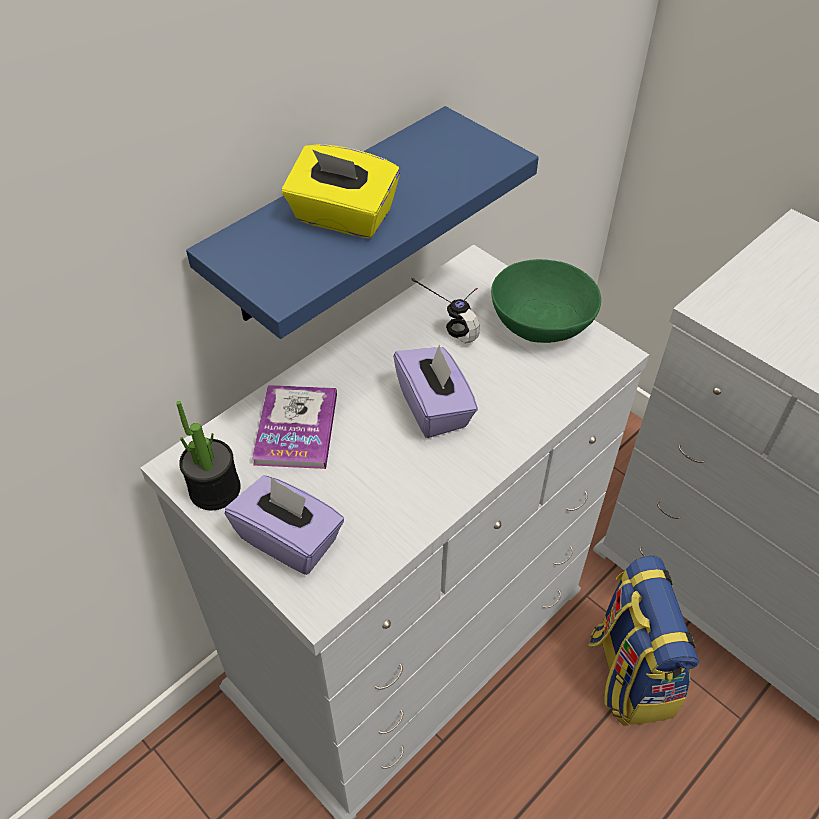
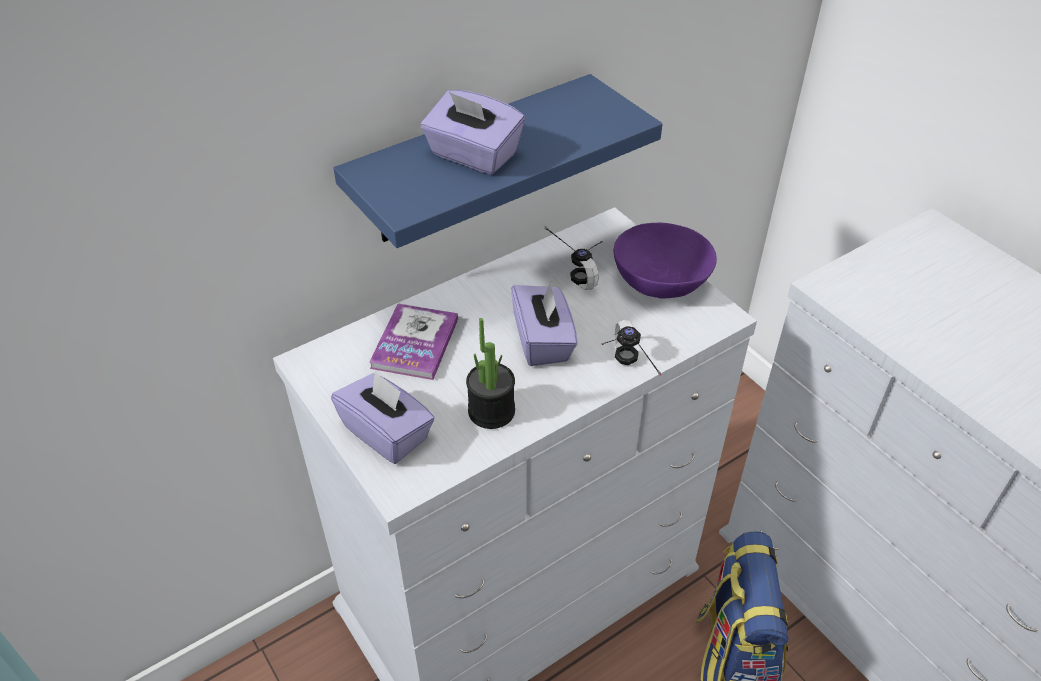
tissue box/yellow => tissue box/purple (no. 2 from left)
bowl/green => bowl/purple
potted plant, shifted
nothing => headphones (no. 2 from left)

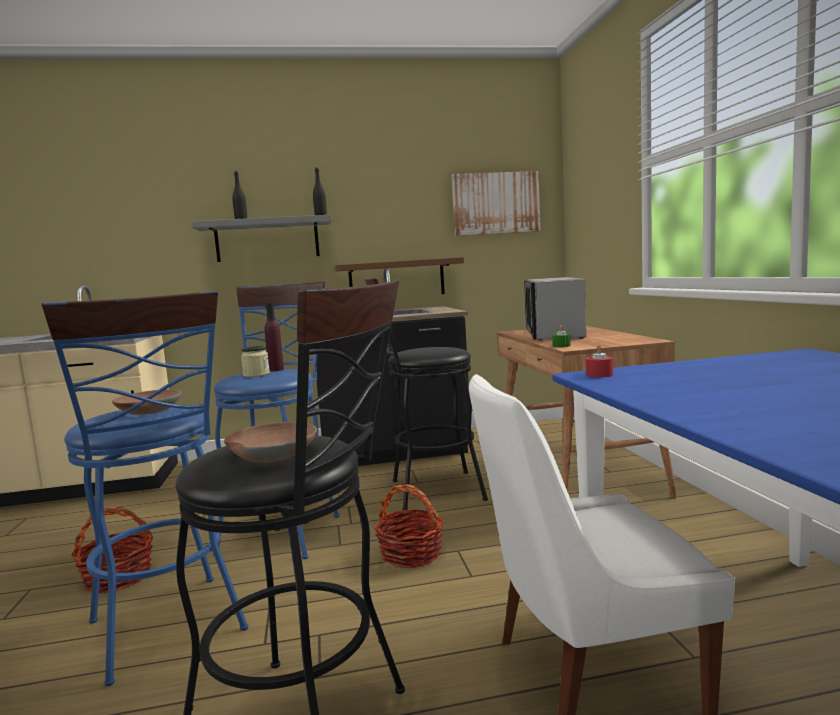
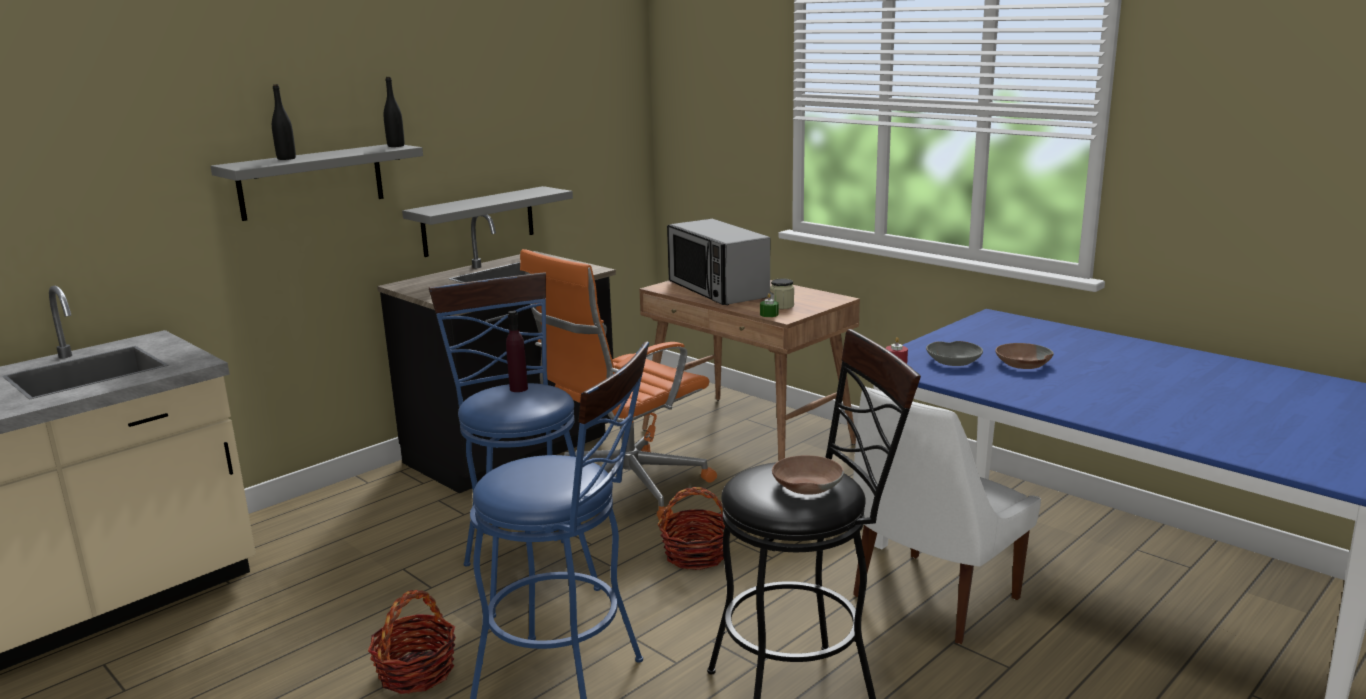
picture => nothing
shelf/brown => shelf/grey (no. 2 from left)
stool/black (no. 2 from left) => office chair/orange
jar, shifted
bowl/brown (no. 1 from left in the first image) => bowl/brown (no. 2 from left), shifted
nothing => bowl/grey

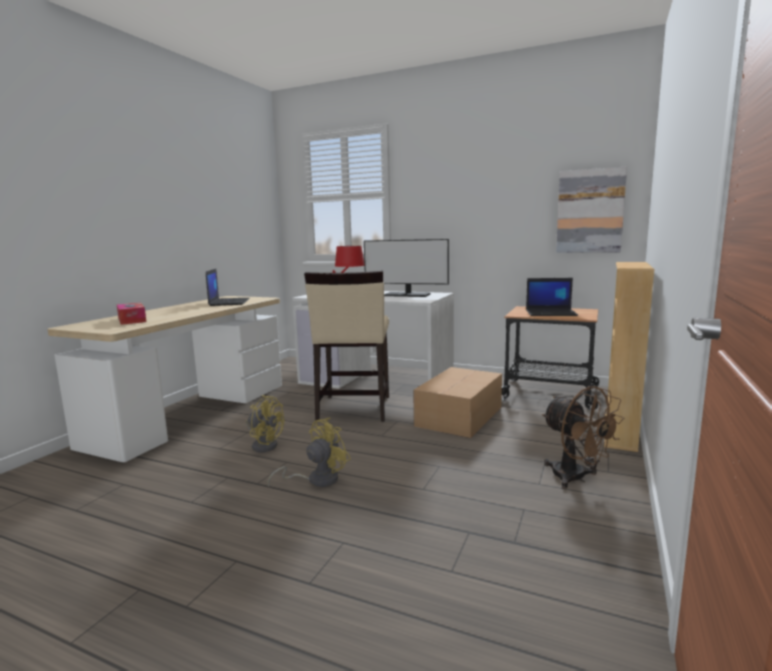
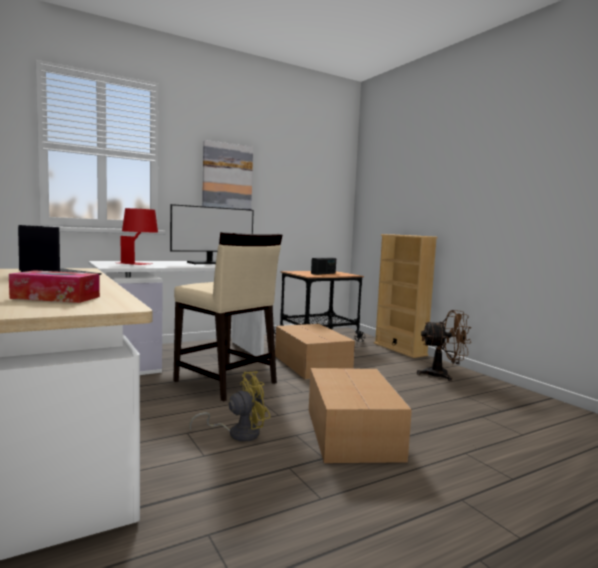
picture, shifted
laptop (no. 2 from left) => radio
fan/yellow (no. 2 from left) => cardboard box (no. 2 from left)

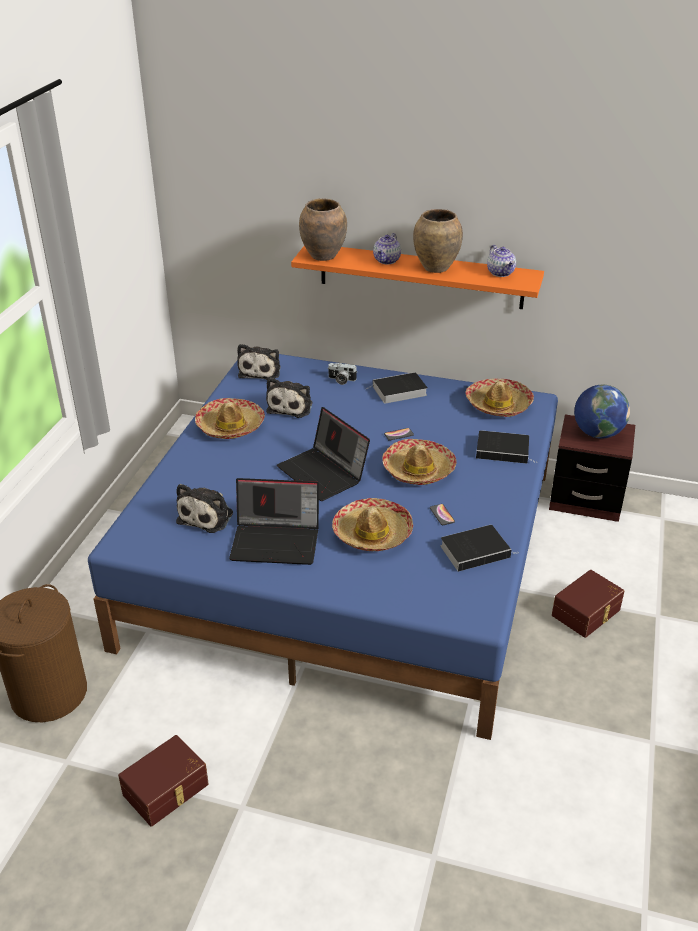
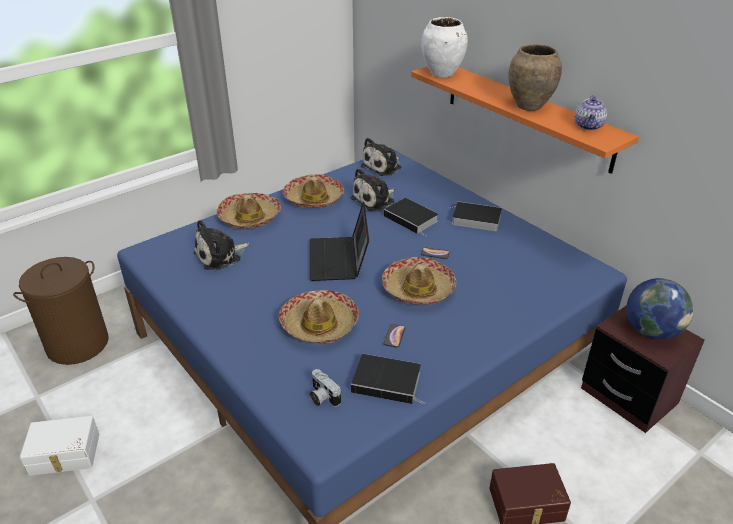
vase/brown (no. 1 from left) => vase/white
teapot (no. 1 from left) => nothing
photo camera, shifted
hat (no. 4 from left in the first image) => hat (no. 1 from left), shifted
book (no. 3 from left in the first image) => book (no. 2 from left), shifted
laptop (no. 1 from left) => nothing
storage box/brown (no. 1 from left) => storage box/white

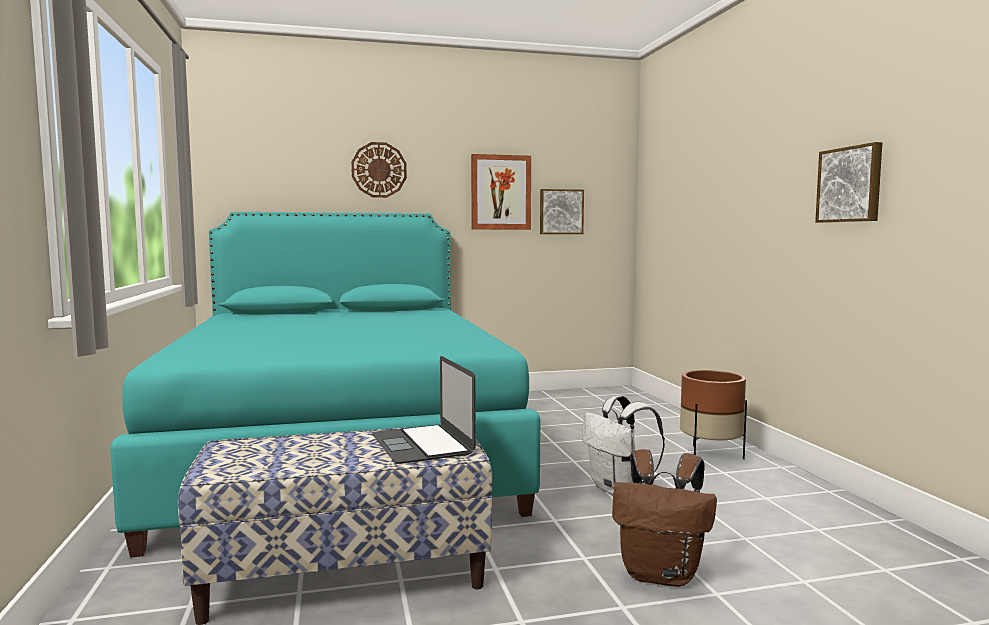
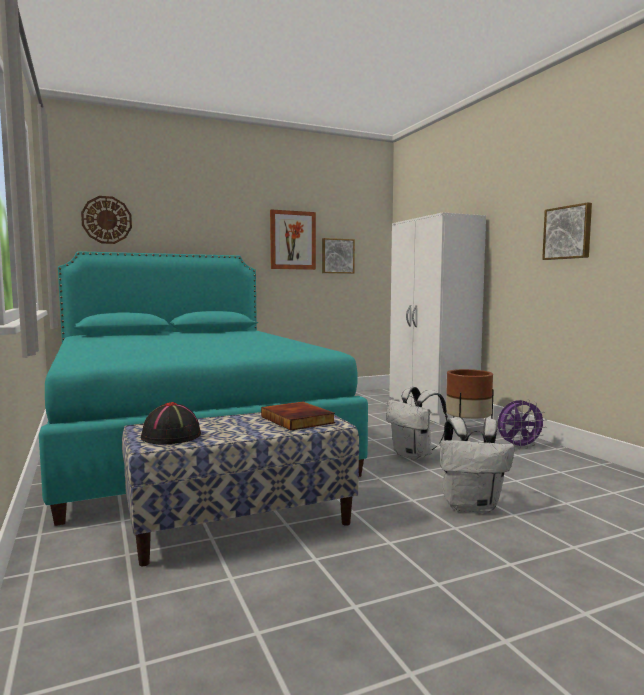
wall clock, shifted
laptop => book
backpack/brown => backpack/white (no. 2 from left)
nothing => wardrobe/white
nothing => fan/purple
nothing => hat/black

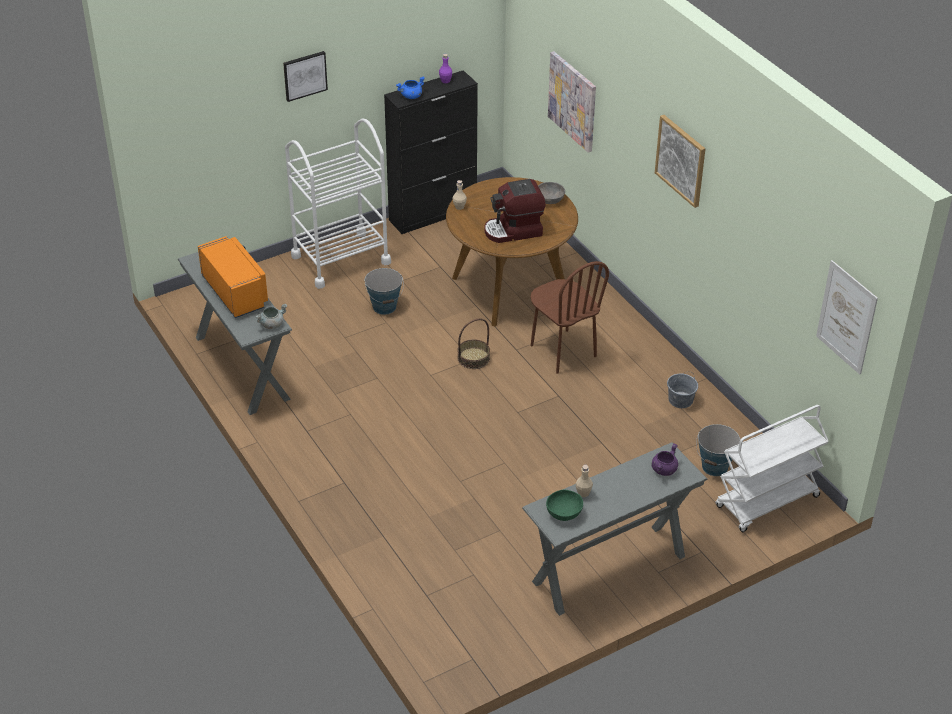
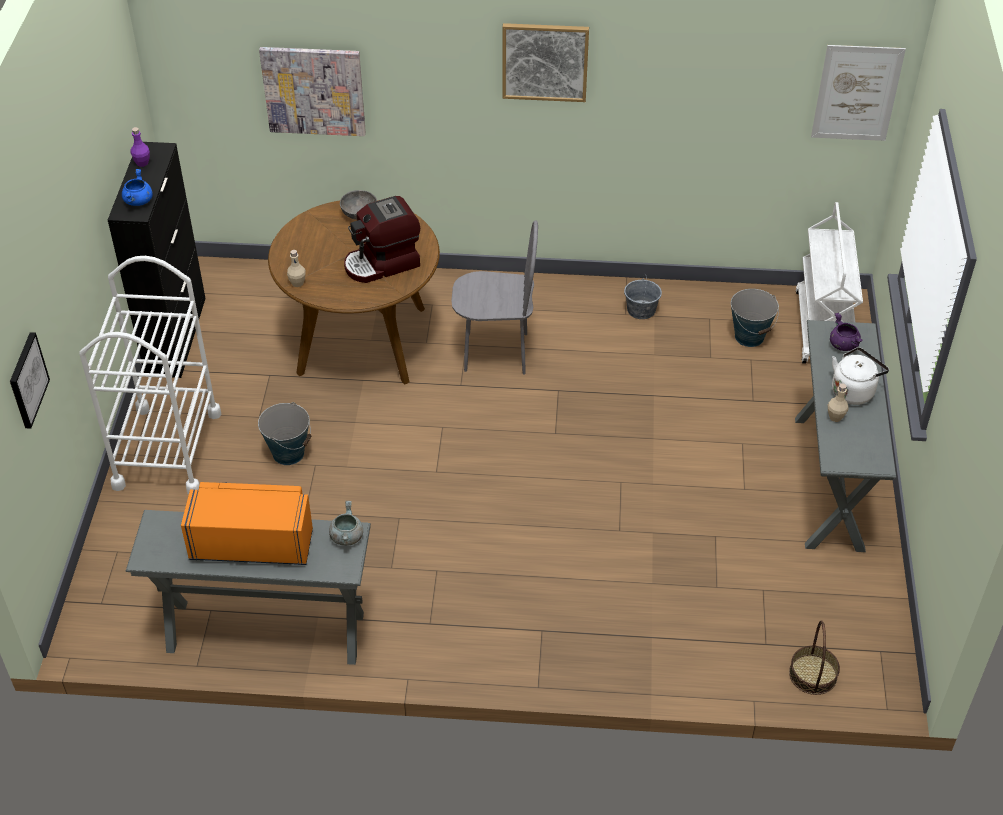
picture (no. 1 from left), shifted
coffee machine, 45 degrees clockwise
chair/brown => chair/grey
basket, shifted
bowl/green => nothing
nothing => kettle/white

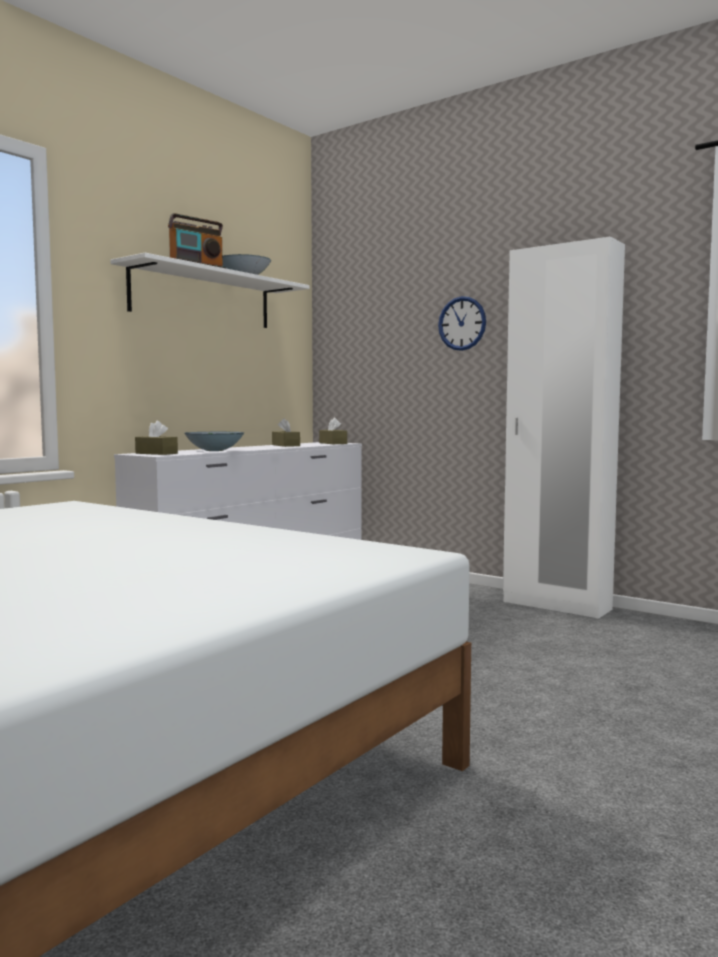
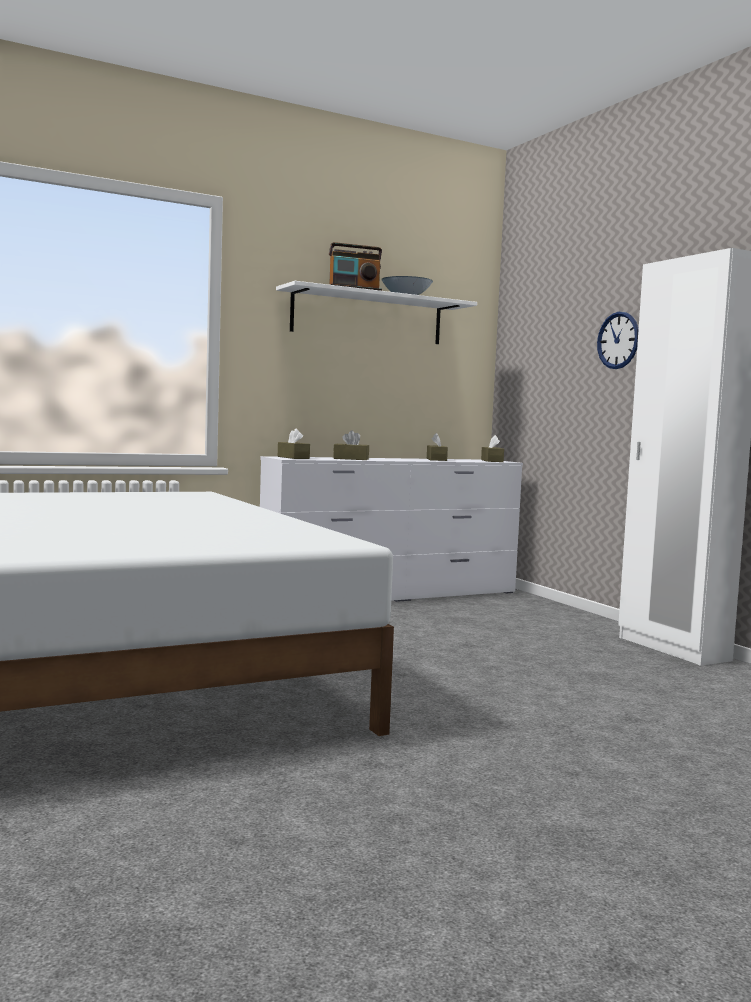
bowl (no. 1 from left) => tissue box/brown (no. 2 from left)

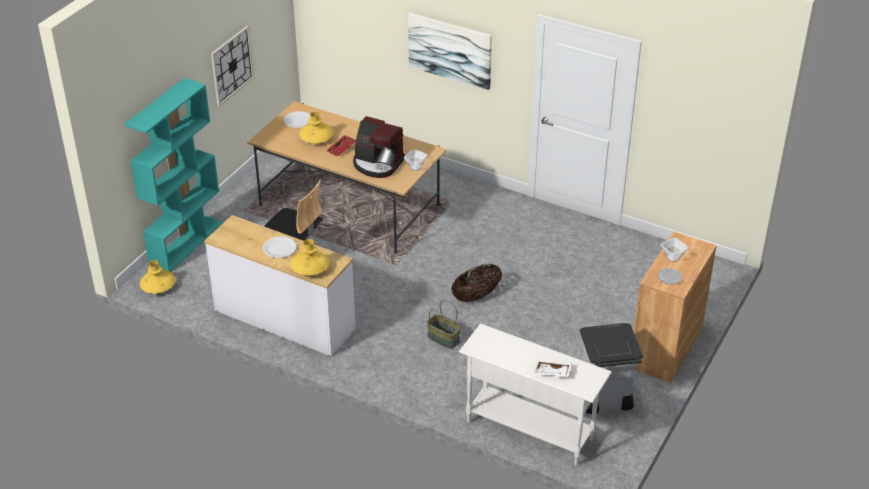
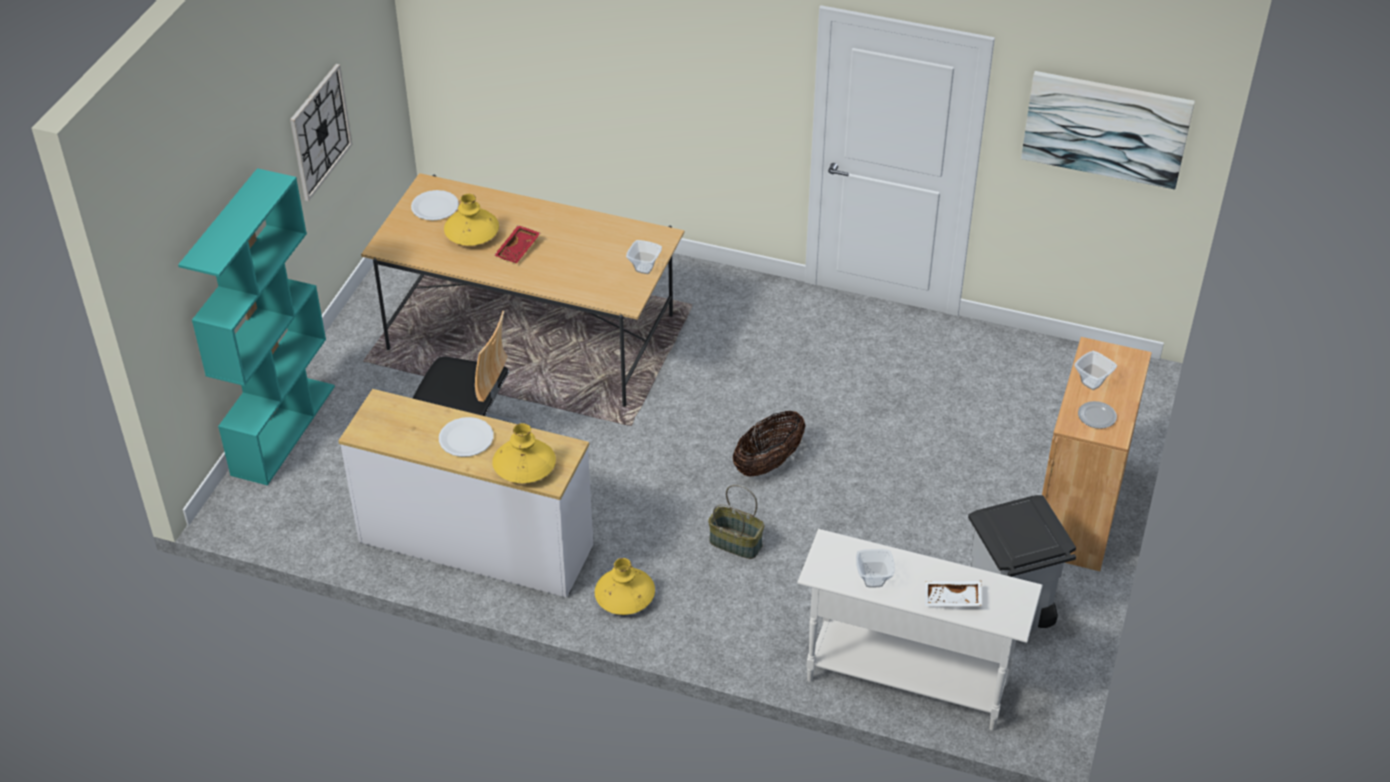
picture, shifted
coffee machine => nothing
vase/yellow (no. 1 from left in the first image) => vase/yellow (no. 3 from left), shifted
nothing => bowl (no. 2 from left)

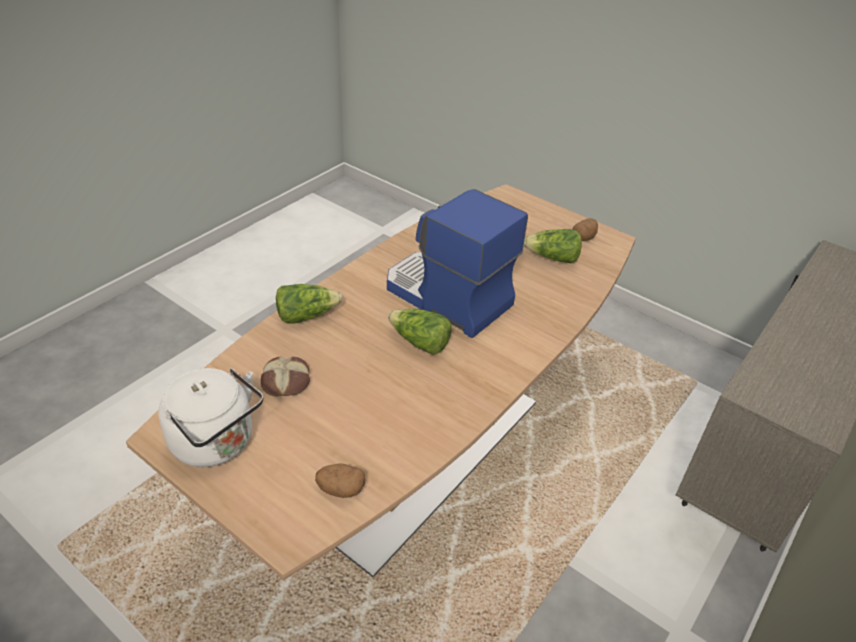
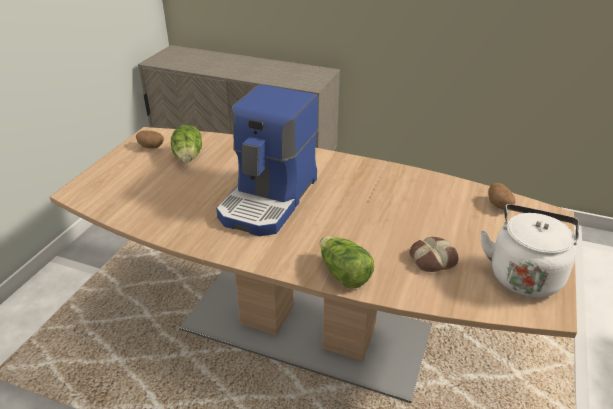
lettuce (no. 2 from left) => nothing

